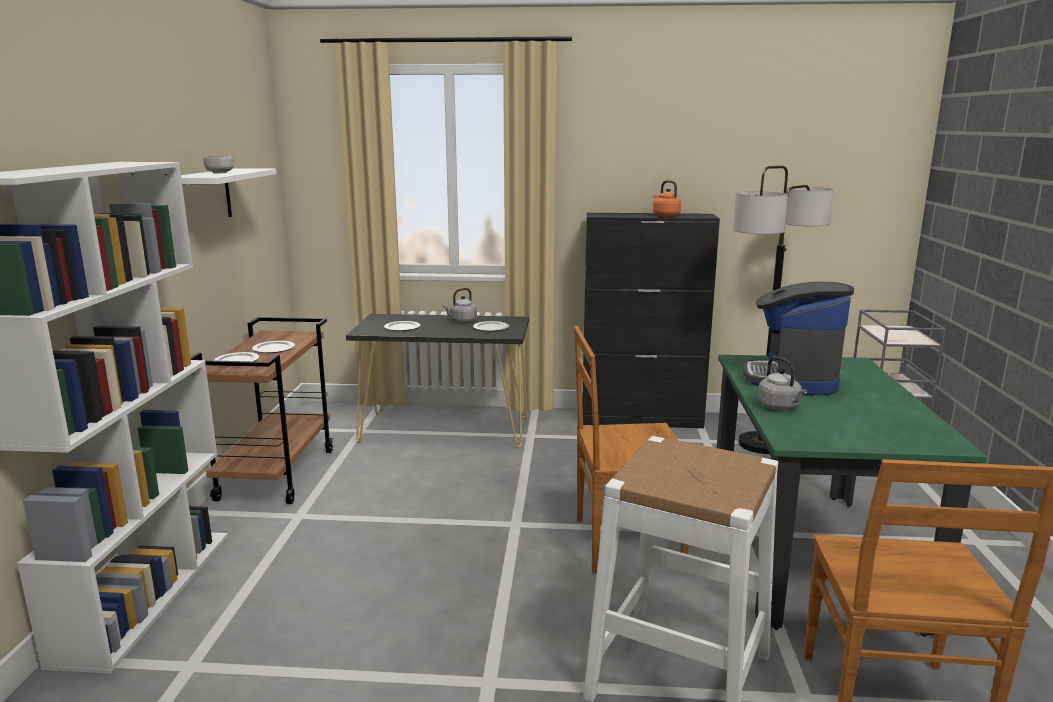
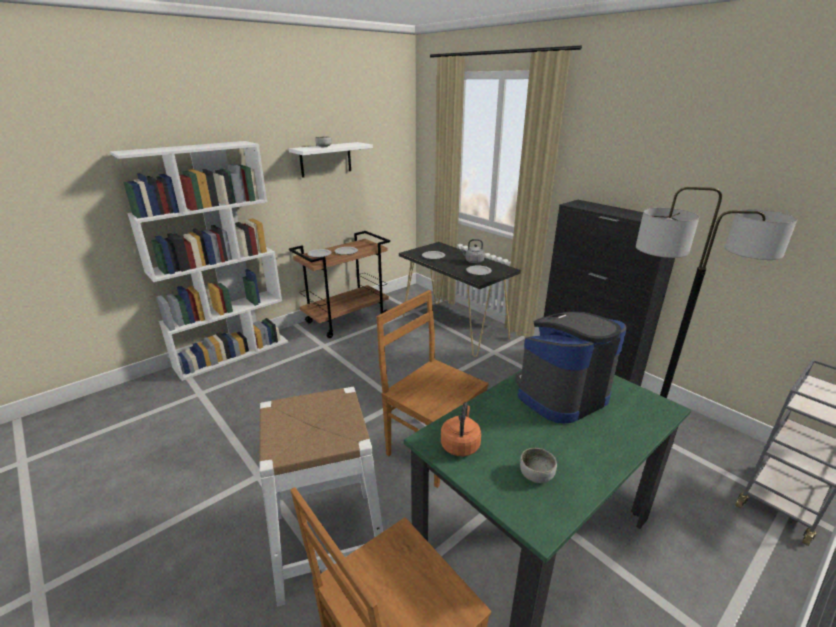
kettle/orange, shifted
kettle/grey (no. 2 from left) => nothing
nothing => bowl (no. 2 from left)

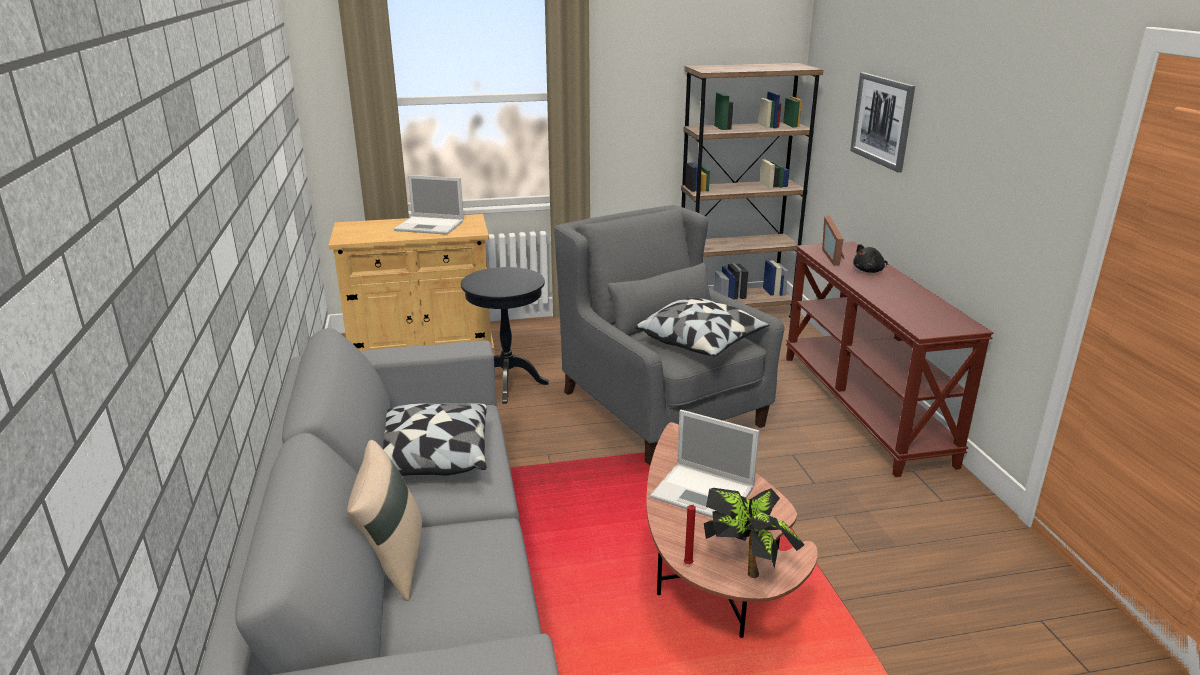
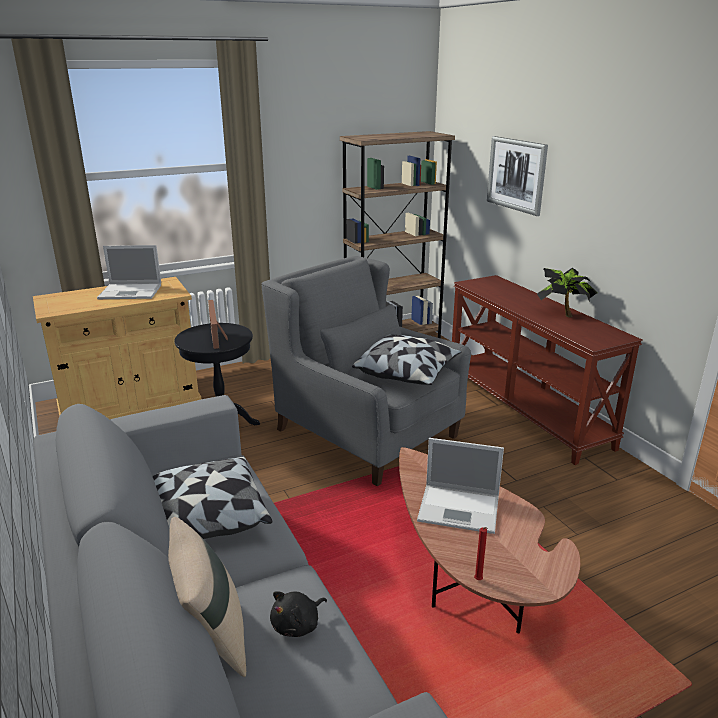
picture frame, shifted
plush toy/black, shifted
potted plant, shifted

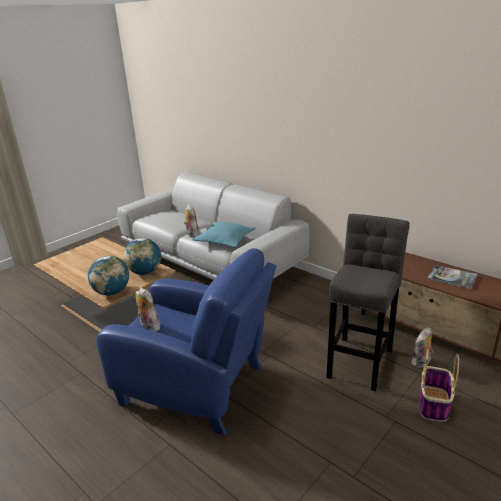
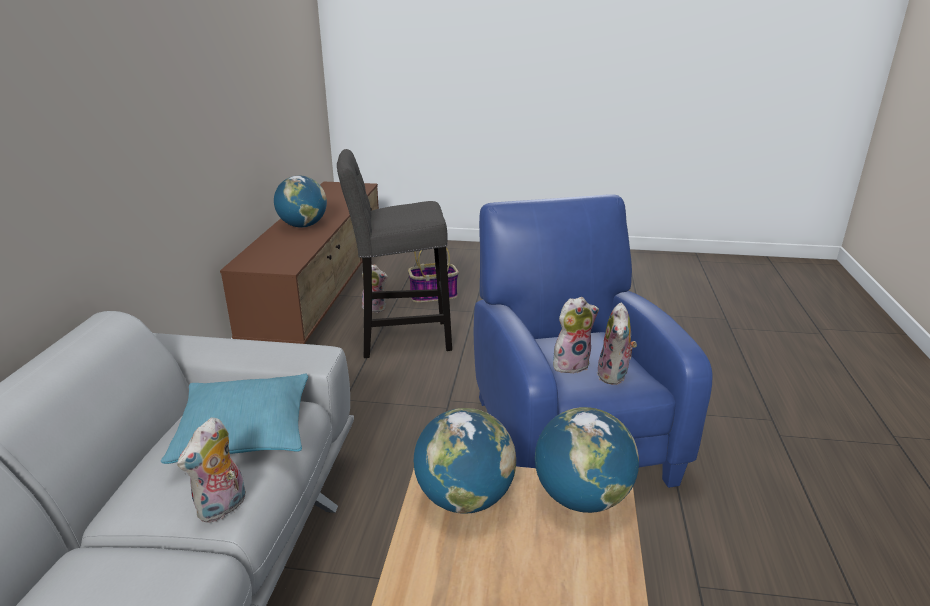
book => globe (no. 1 from left)
nothing => plush toy (no. 3 from left)

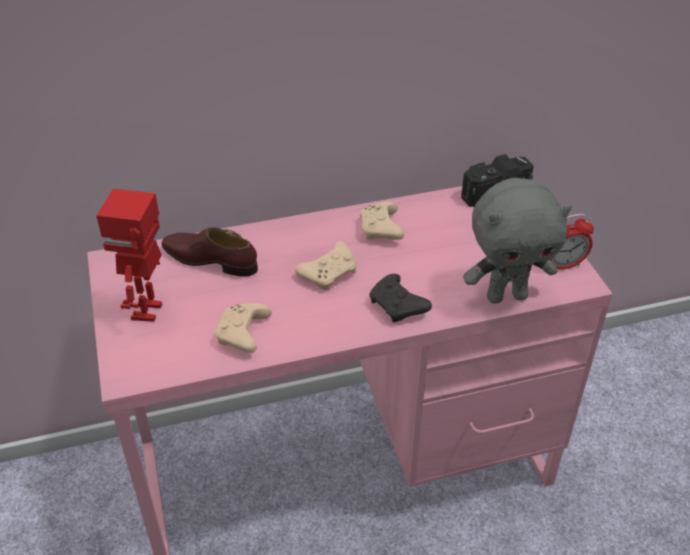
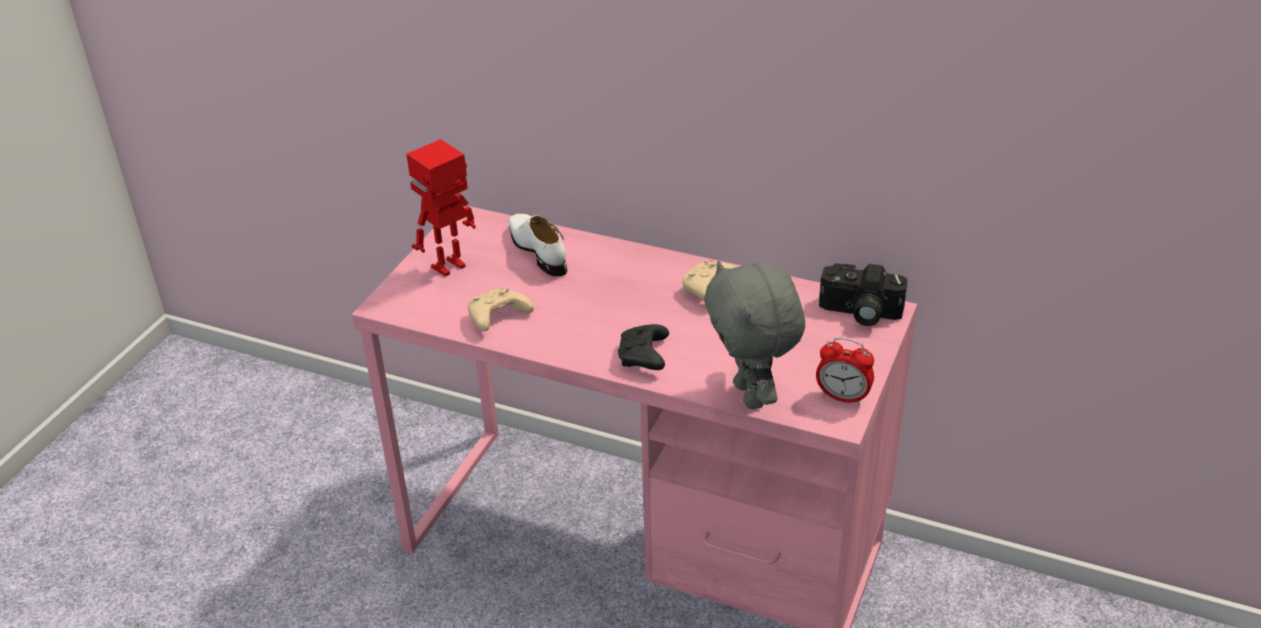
plush toy/grey, 45 degrees clockwise
shoe/brown => shoe/white
game controller/beige (no. 2 from left) => nothing

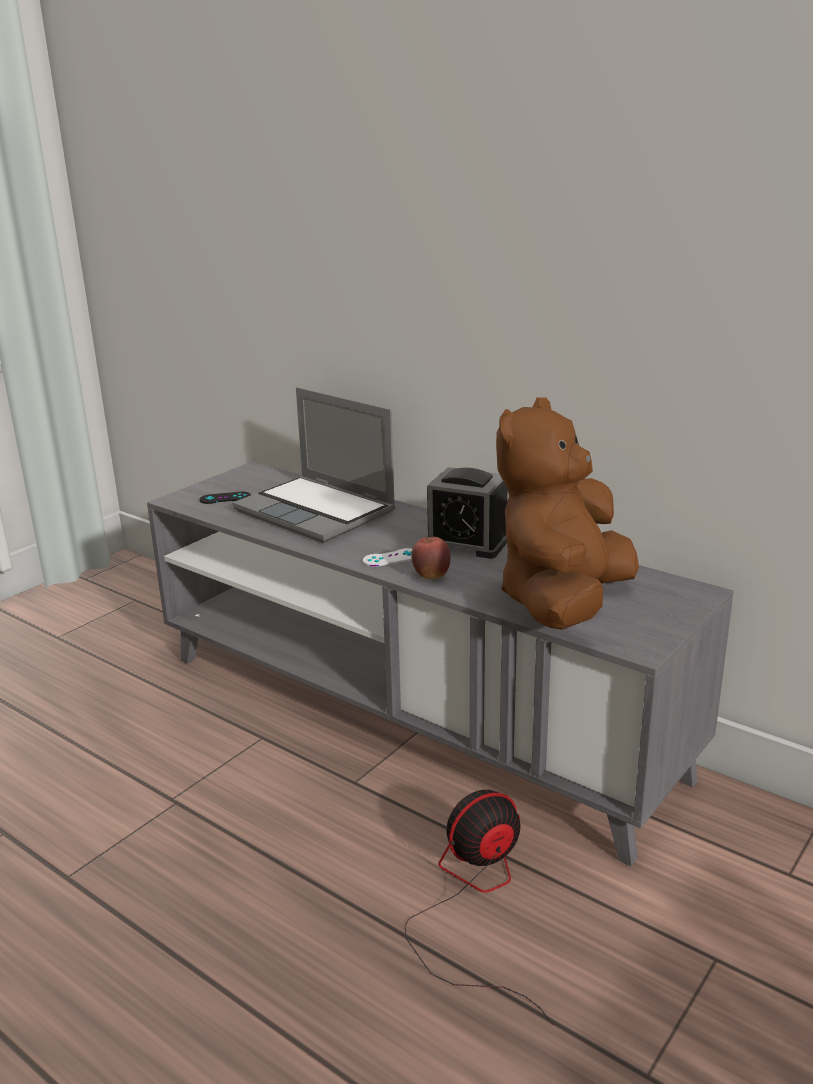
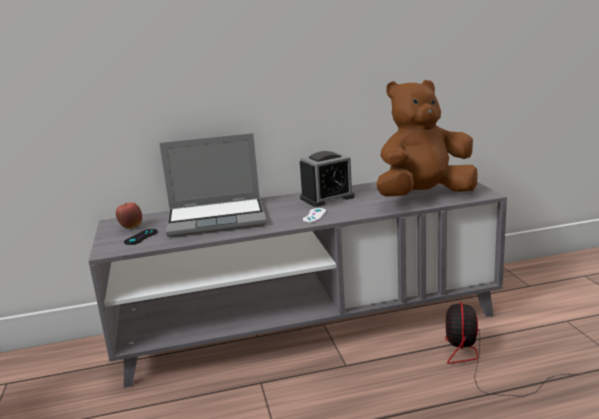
plush toy/brown, 90 degrees clockwise
apple, shifted

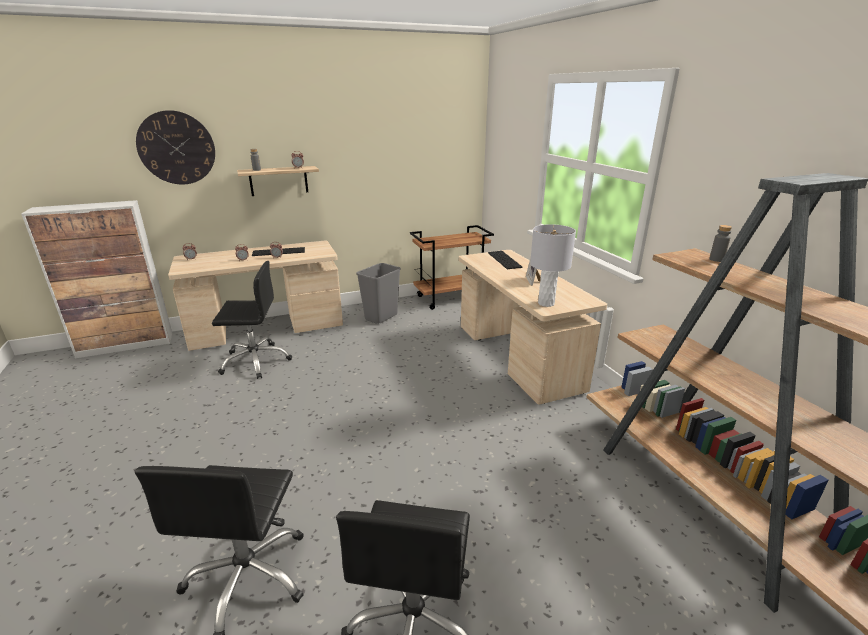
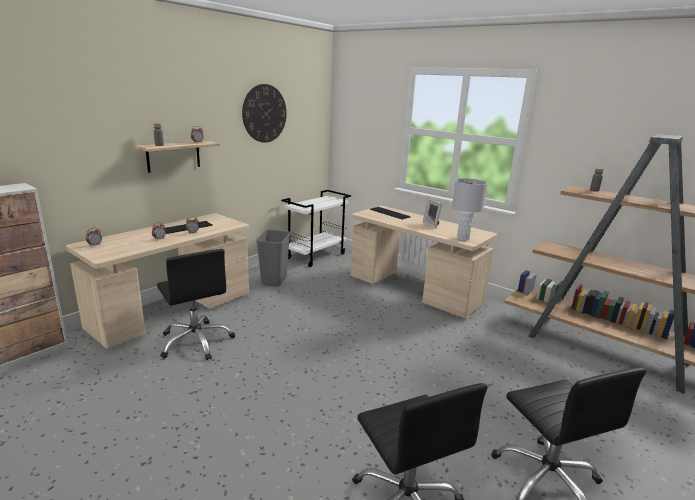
wall clock, shifted
cart/brown => cart/white
office chair/black (no. 2 from left in the first image) => office chair/black (no. 1 from left), 90 degrees clockwise

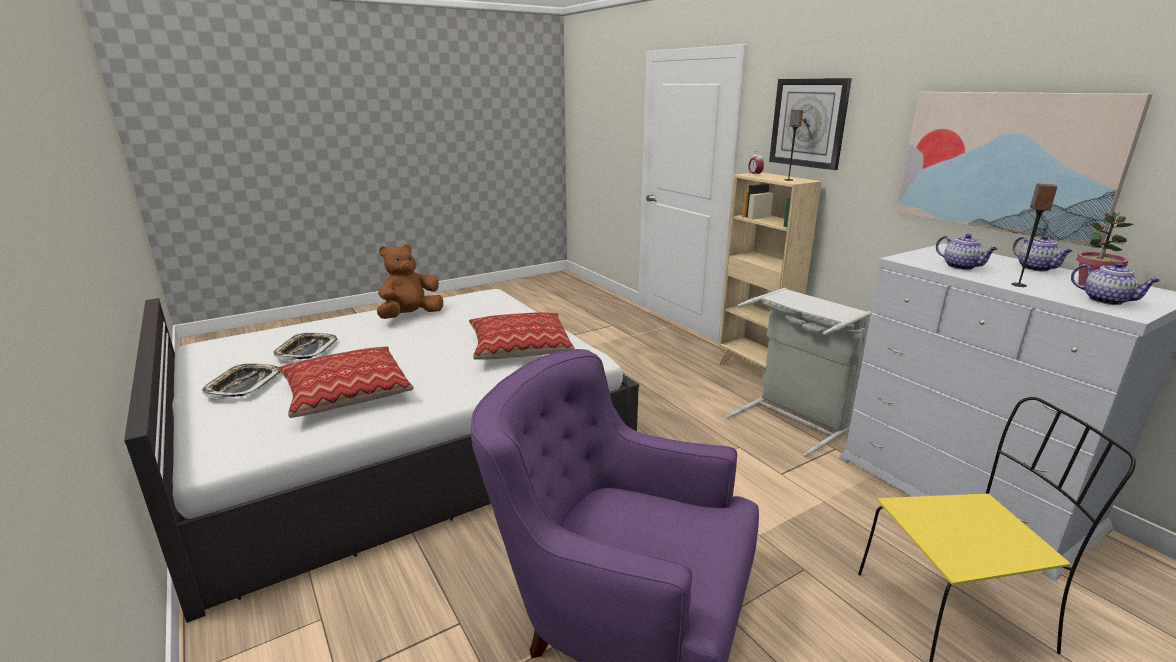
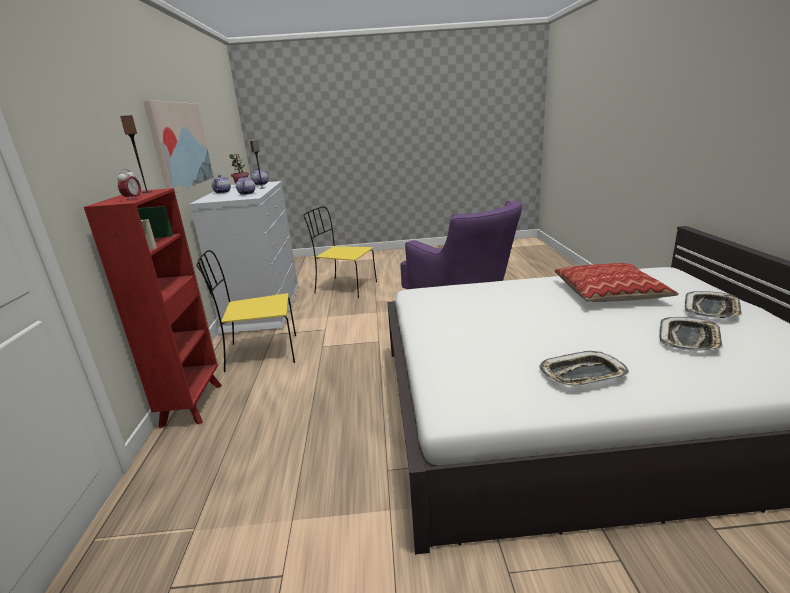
wall clock => nothing
bookcase/beige => bookcase/red
plush toy/brown => tray (no. 1 from left)
laundry basket/grey => chair/yellow (no. 1 from left)
pillow (no. 2 from left) => nothing

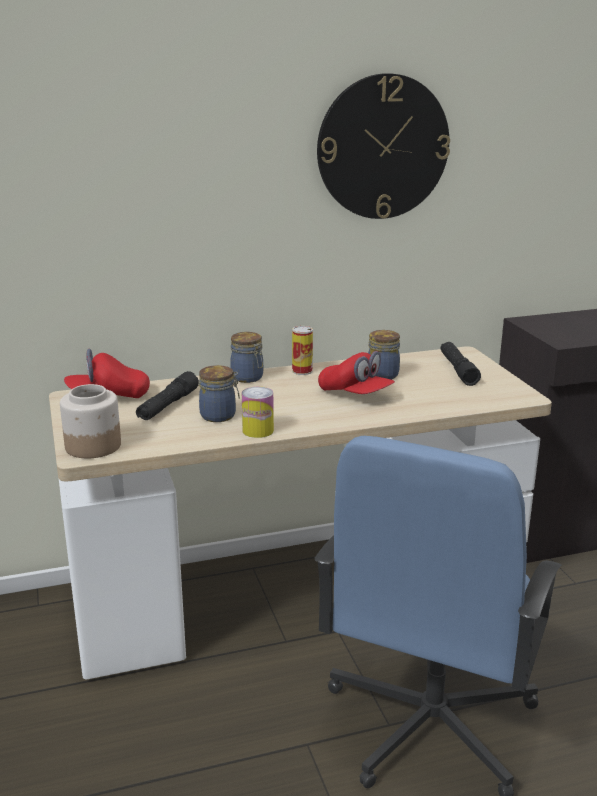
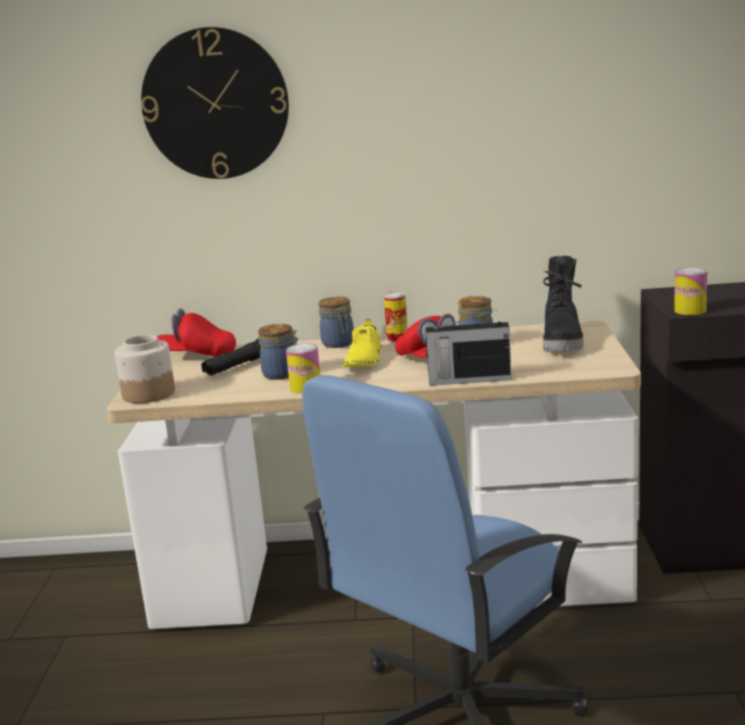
wall clock, shifted
flashlight/black (no. 2 from left) => boot/black
nothing => can (no. 3 from left)
nothing => radio
nothing => shoe/yellow

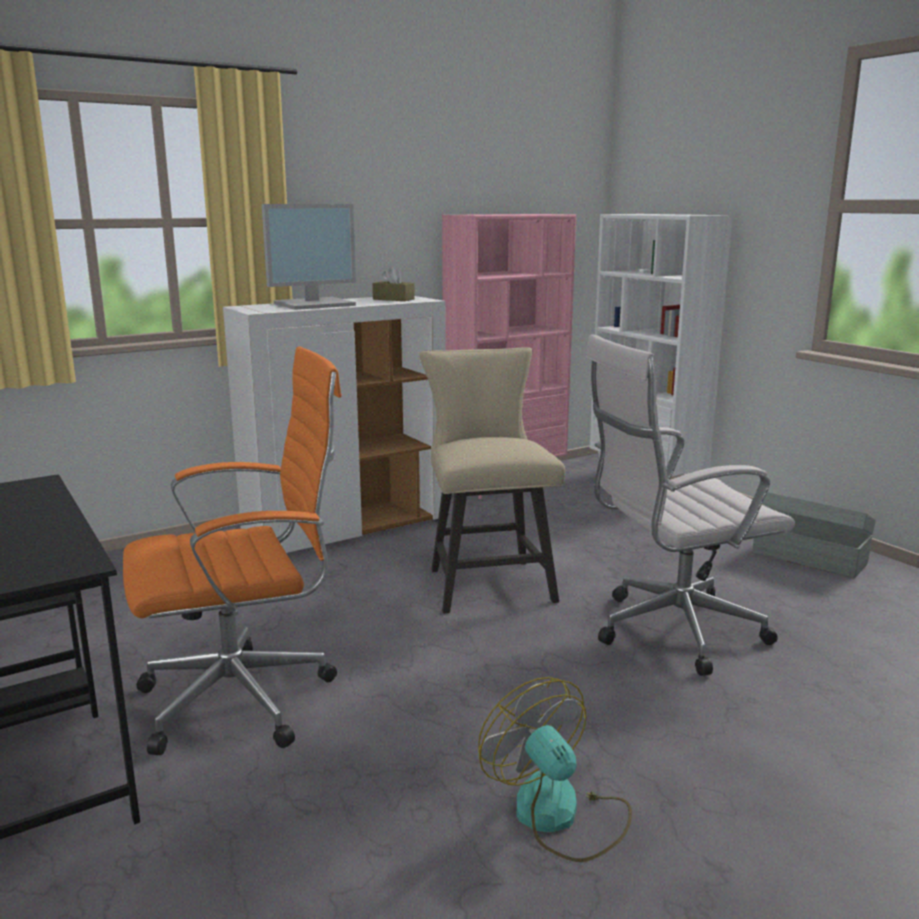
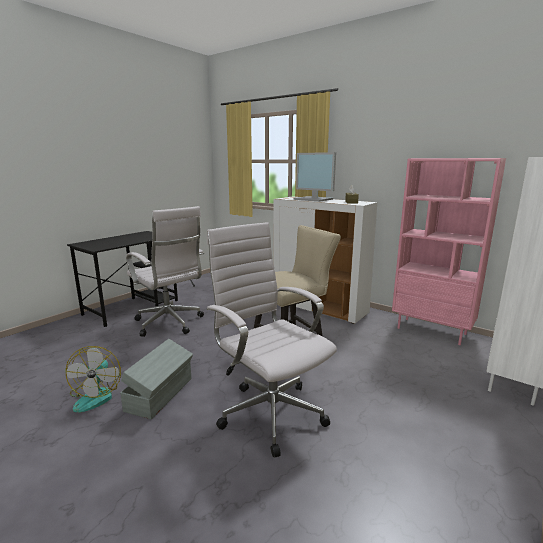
office chair/orange => office chair/white (no. 1 from left)
storage box/grey, shifted
fan, 135 degrees clockwise

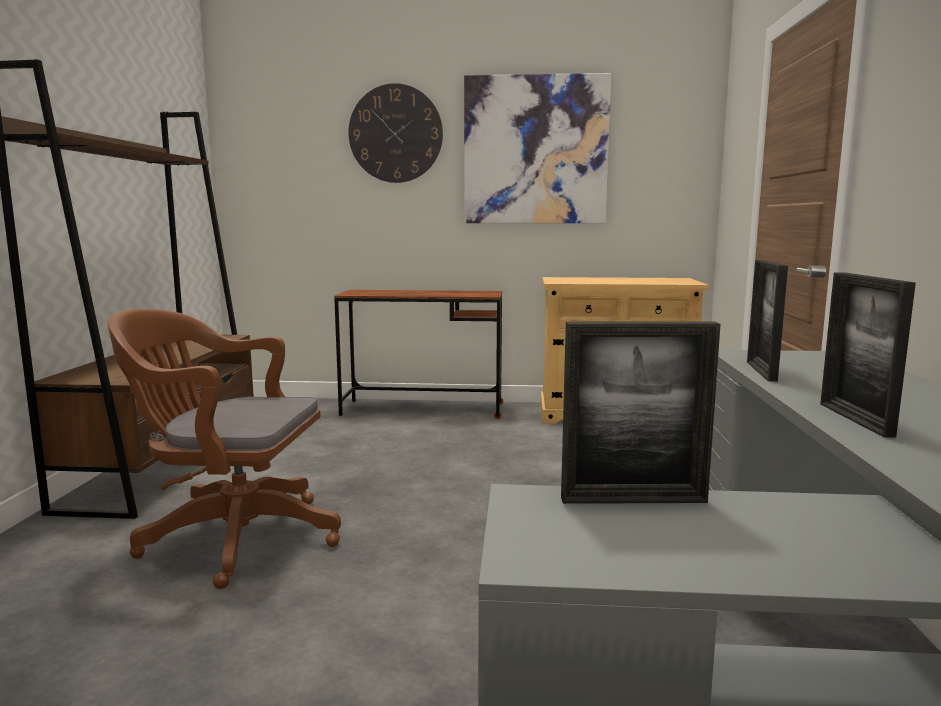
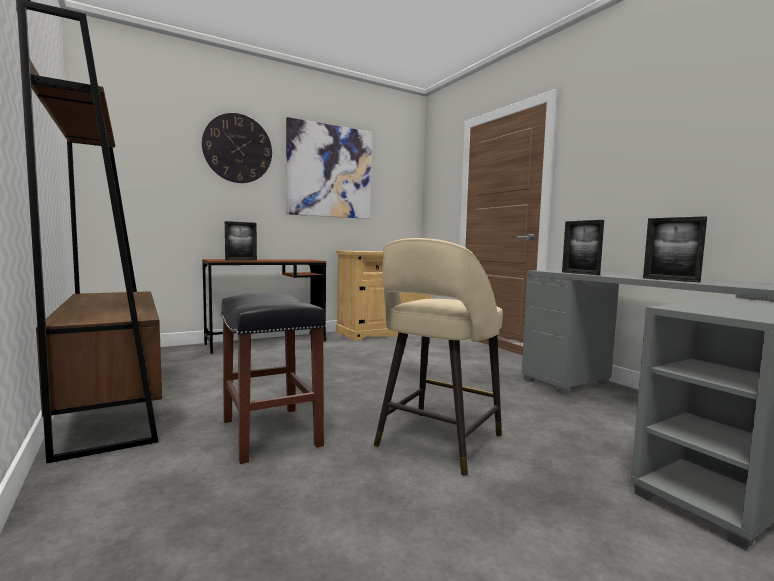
office chair/brown => stool/black
picture frame (no. 1 from left), shifted
nothing => stool/beige

